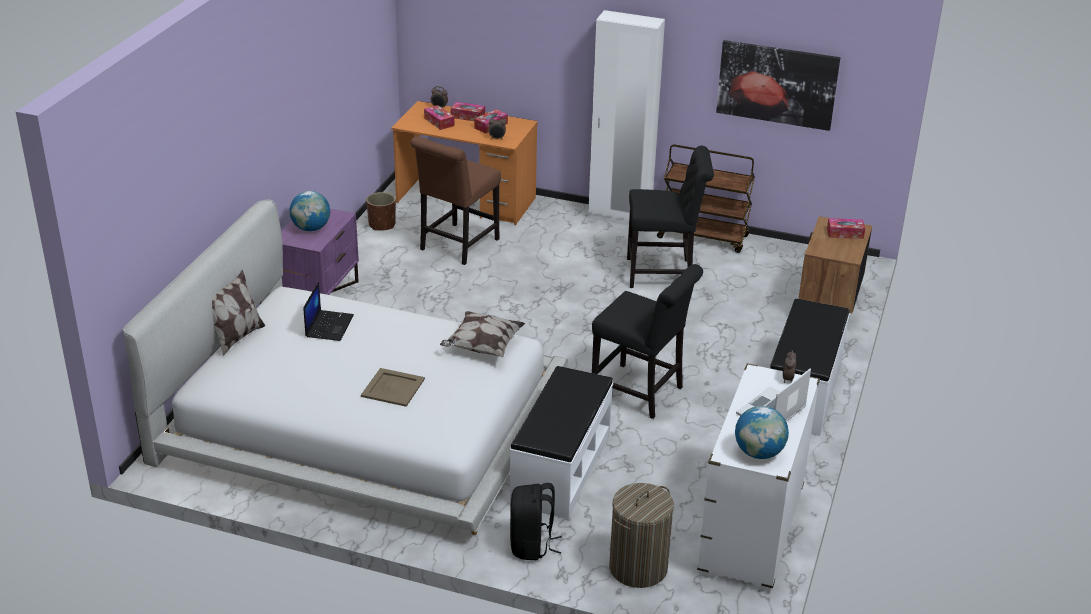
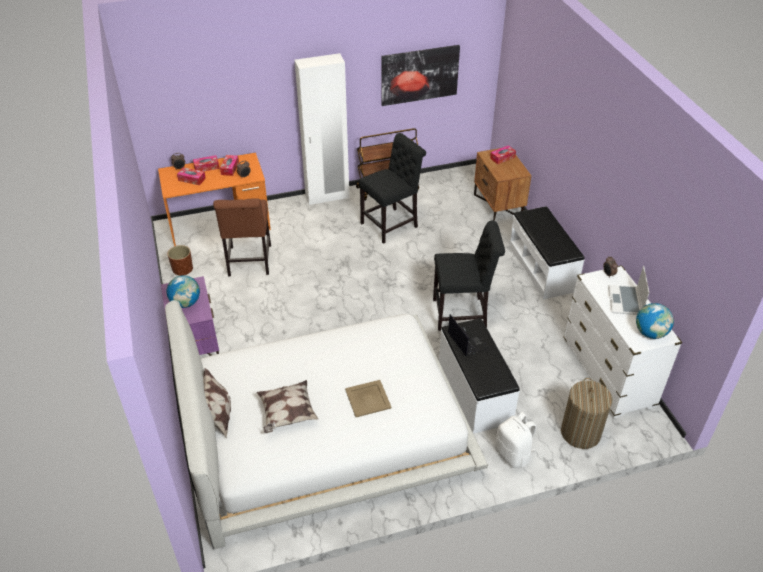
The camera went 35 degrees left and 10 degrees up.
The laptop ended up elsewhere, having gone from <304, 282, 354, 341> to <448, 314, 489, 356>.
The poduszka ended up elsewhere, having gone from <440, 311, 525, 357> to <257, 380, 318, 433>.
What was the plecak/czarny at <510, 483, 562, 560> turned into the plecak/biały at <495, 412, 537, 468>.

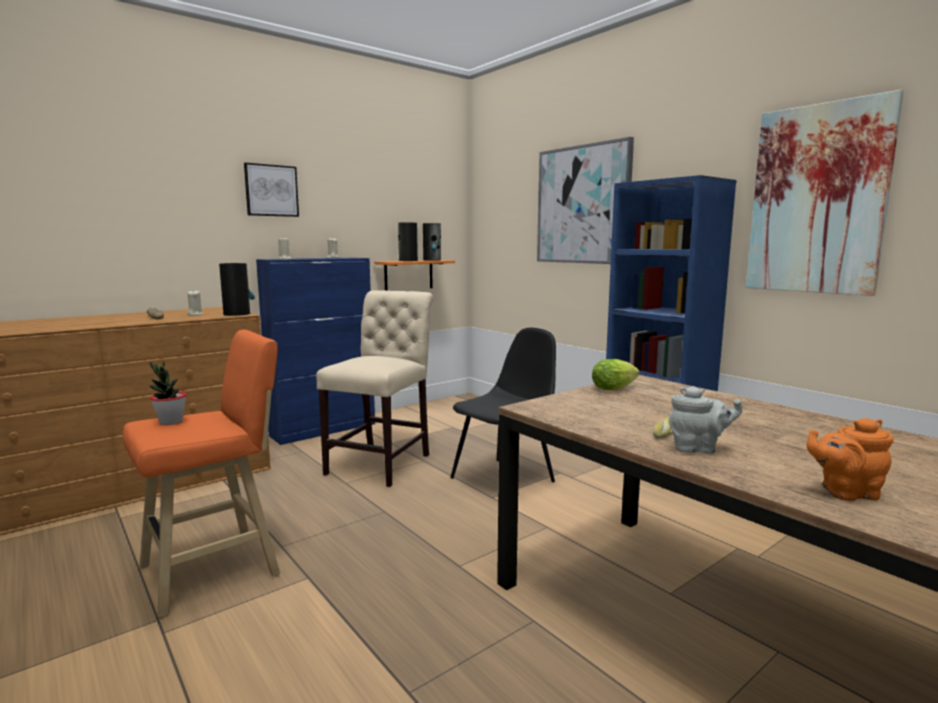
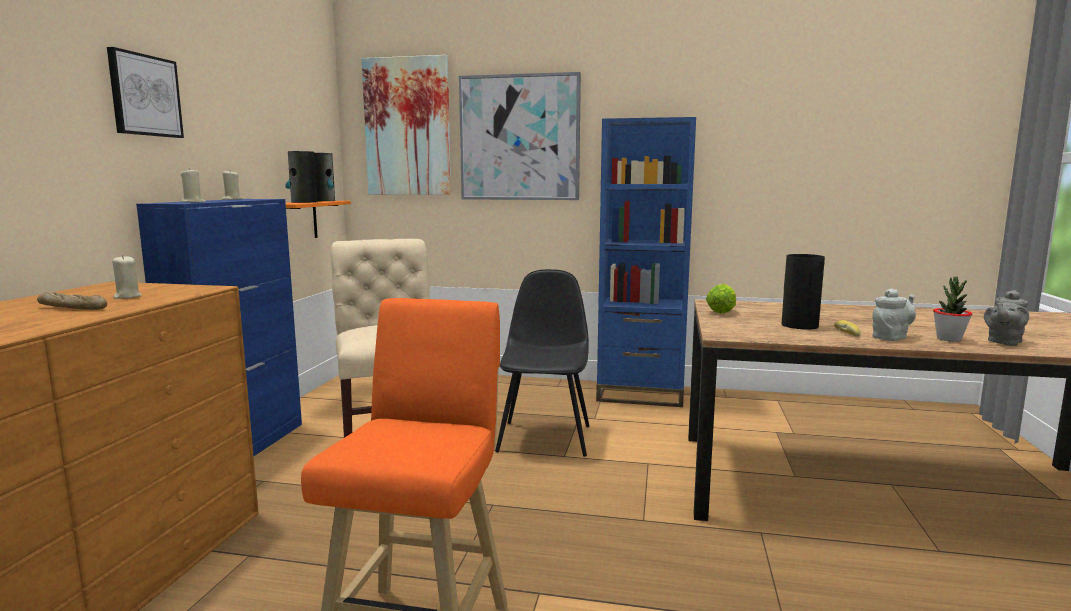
The camera went 40 degrees left and 0 degrees up.
The roślina doniczkowa ended up elsewhere, having gone from <149, 362, 186, 425> to <933, 277, 972, 342>.
The wazon ended up elsewhere, having gone from <219, 263, 255, 316> to <782, 254, 825, 330>.
The obraz ended up elsewhere, having gone from <746, 90, 904, 296> to <362, 55, 451, 195>.
What was the imbryk/pomarańczowy at <807, 418, 894, 501> turned into the imbryk/szary at <984, 290, 1029, 346>.

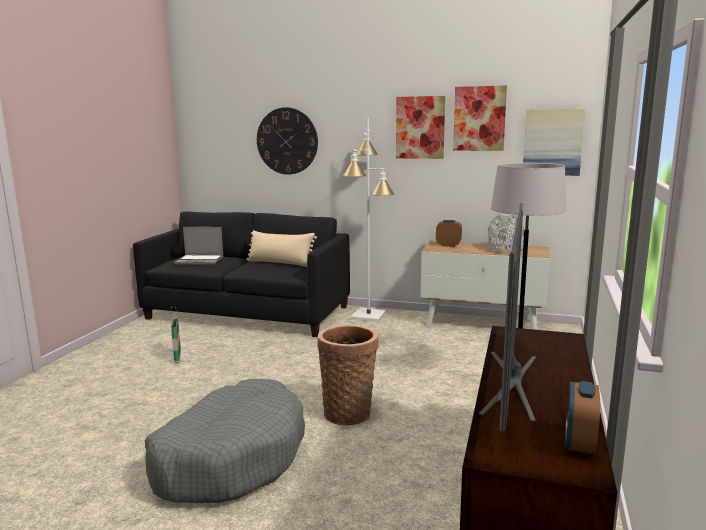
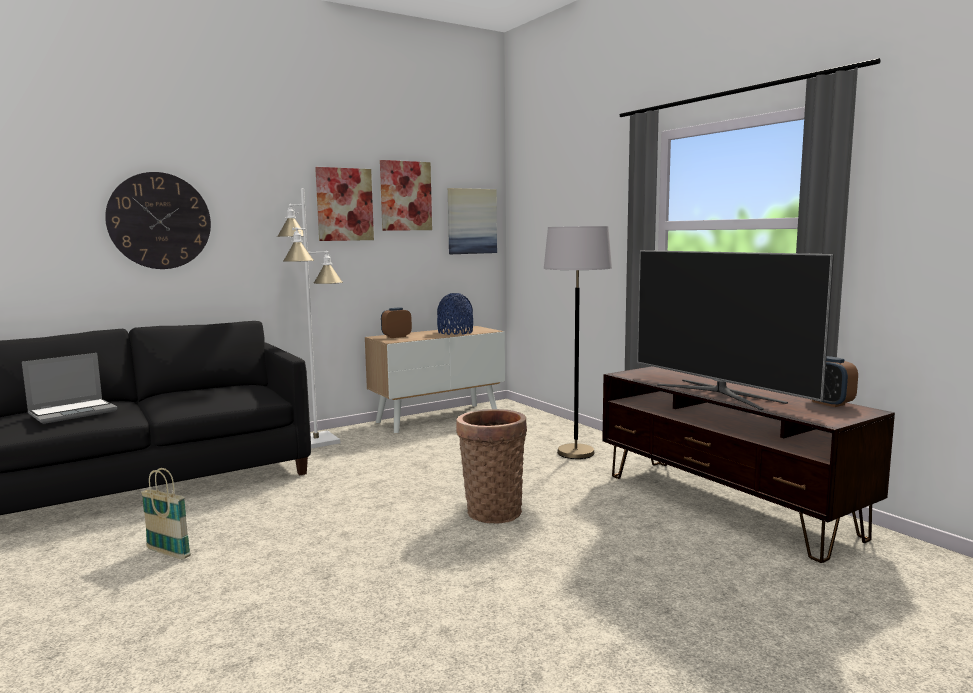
The camera went 50 degrees left and 5 degrees down.
The second view lost the legowisko/szary at <145, 379, 305, 503>.
The second view lost the poduszka/beżowy at <247, 230, 317, 267>.
What was the wazon/szary at <488, 213, 524, 254> turned into the wazon/niebieski at <437, 293, 473, 335>.

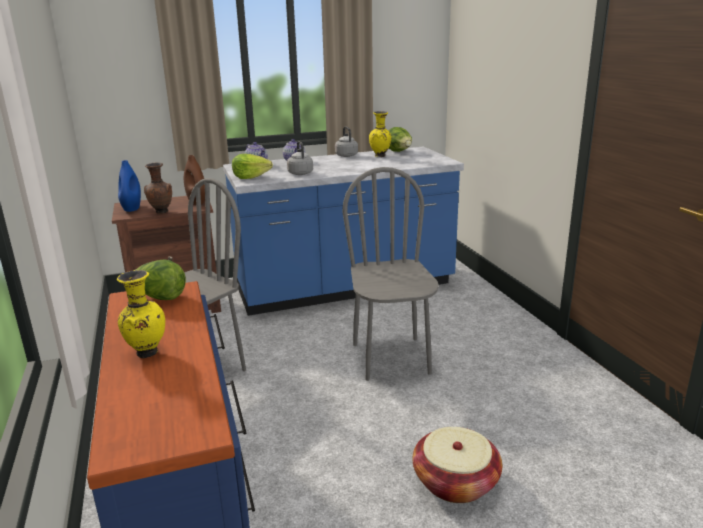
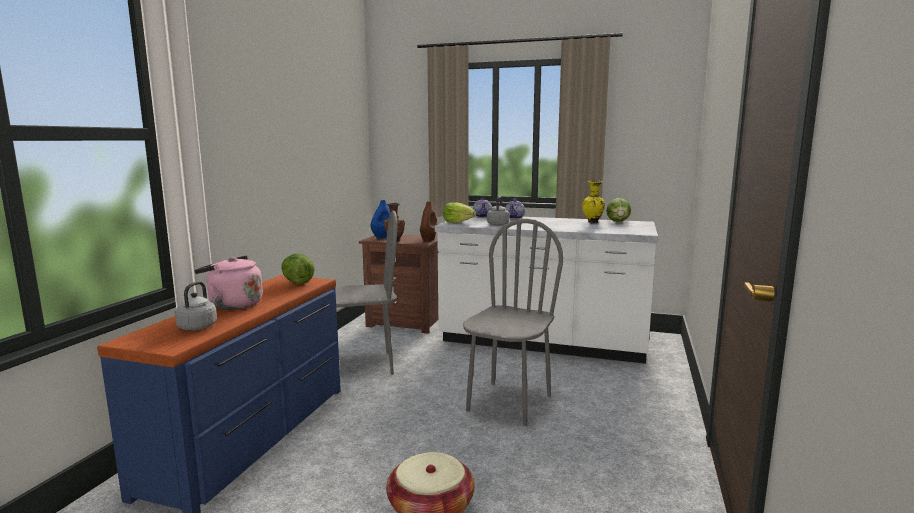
The camera went 35 degrees right and 10 degrees down.
Where the wazon/żółty stood at <117, 270, 165, 358>, the czajnik/różowy came to stand at <194, 255, 263, 310>.
What was the zabudowa kuchenna/niebieski at <223, 147, 464, 316> turned into the zabudowa kuchenna/biały at <435, 215, 658, 364>.
The czajnik/szary ended up elsewhere, having gone from <335, 126, 358, 157> to <175, 281, 218, 330>.

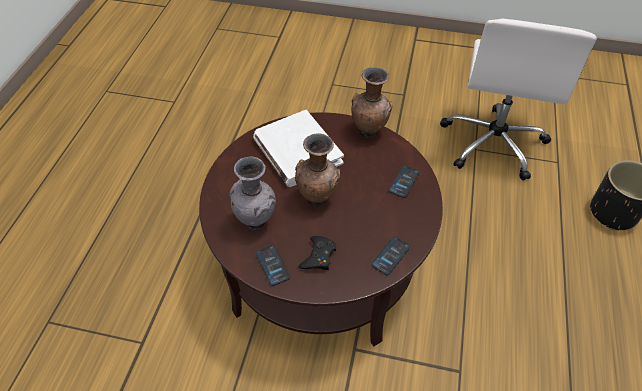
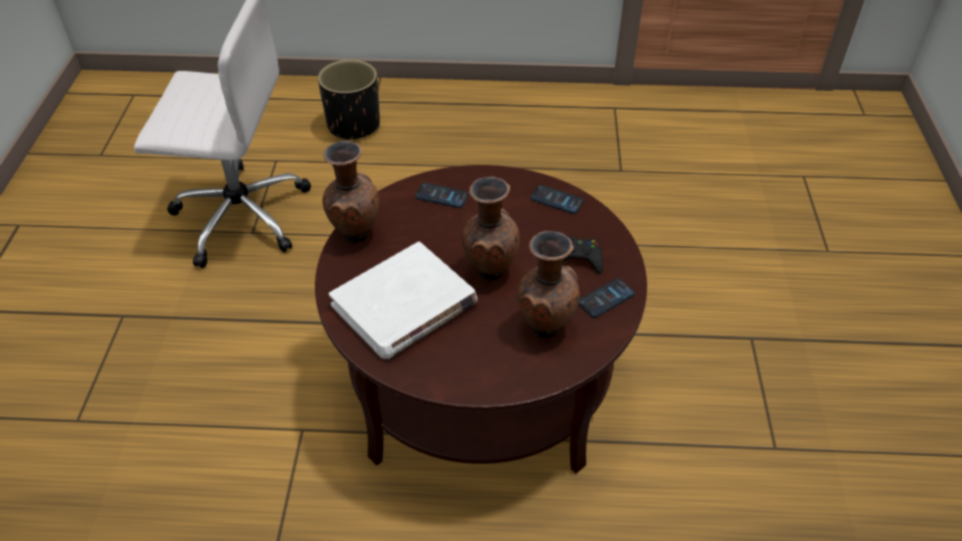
The camera went 100 degrees left and 5 degrees down.
What was the wazon/szary at <230, 156, 276, 230> turned into the wazon/brązowy at <517, 231, 580, 338>.

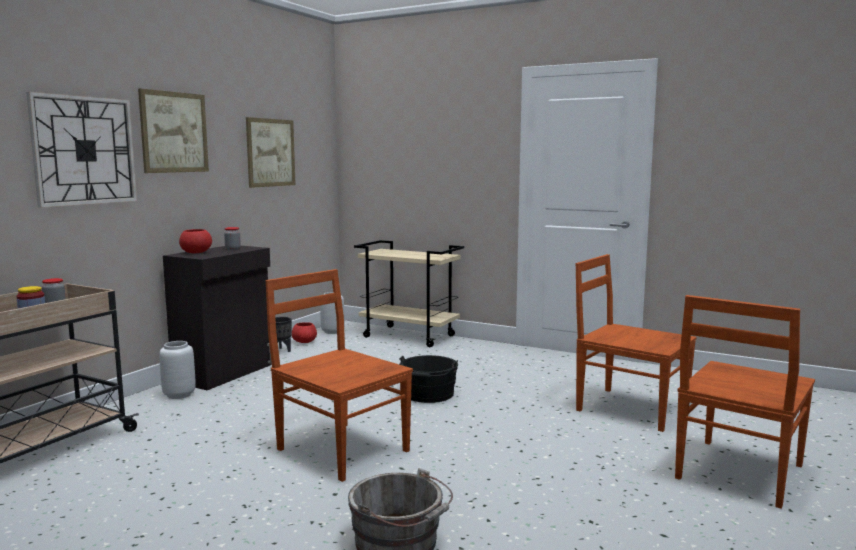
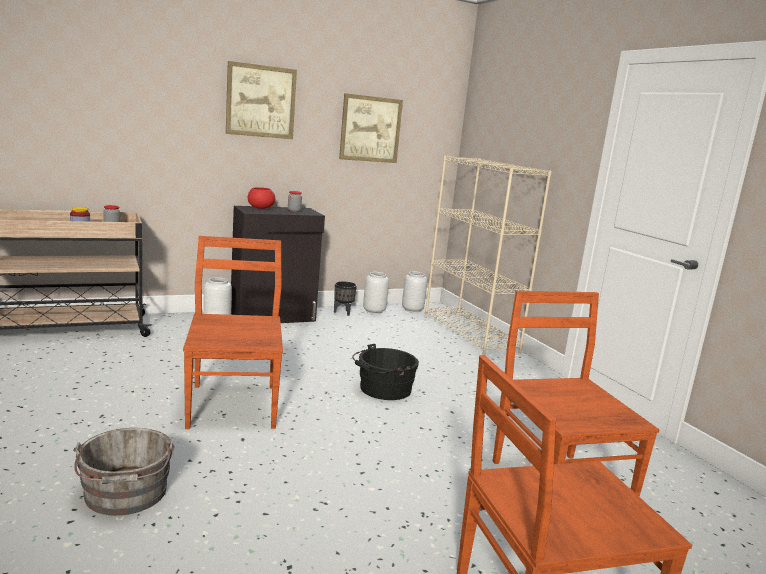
The camera went 35 degrees right and 5 degrees up.
The second view lost the zegar ścienny at <26, 92, 137, 208>.
Where the miska/czerwony stood at <292, 322, 317, 343>, the wazon/szary came to stand at <363, 272, 389, 314>.
Where the wózek/beżowy stood at <354, 240, 464, 347>, the regał/beżowy came to stand at <425, 156, 552, 355>.

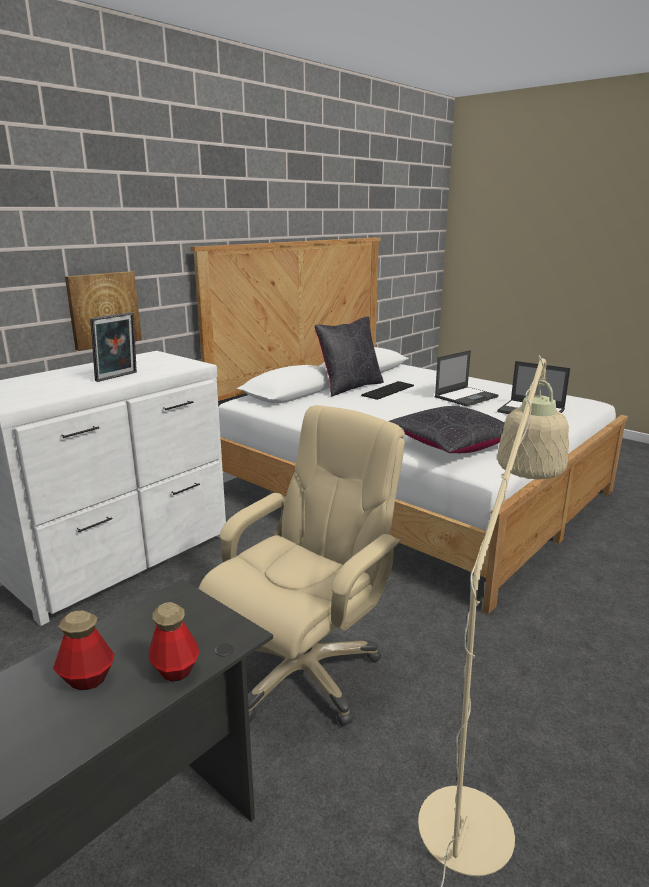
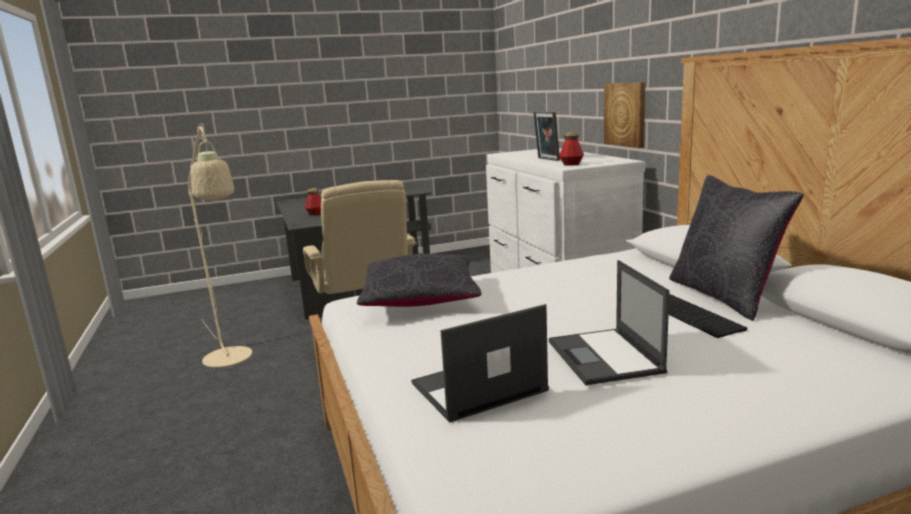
The camera went 120 degrees right and 5 degrees down.
The butelka ended up elsewhere, having gone from <149, 602, 199, 682> to <559, 132, 584, 166>.

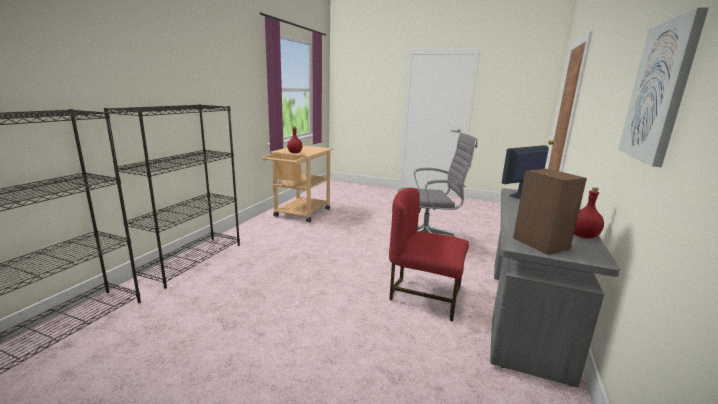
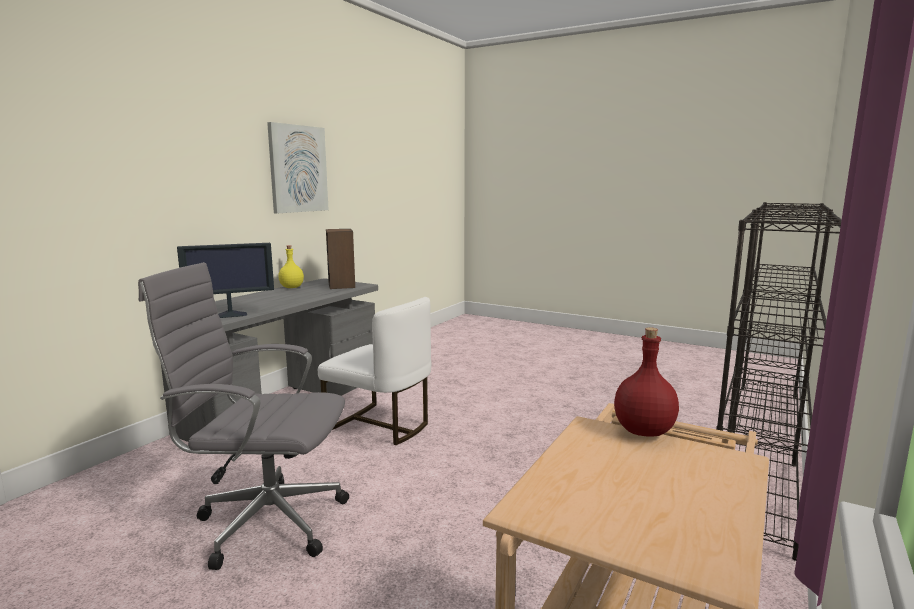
The camera went 170 degrees left and 5 degrees down.
What was the krzesło/czerwony at <389, 188, 469, 321> turned into the krzesło/biały at <318, 297, 431, 445>.
What was the butelka/czerwony at <574, 187, 604, 239> turned into the butelka/żółty at <278, 245, 304, 288>.

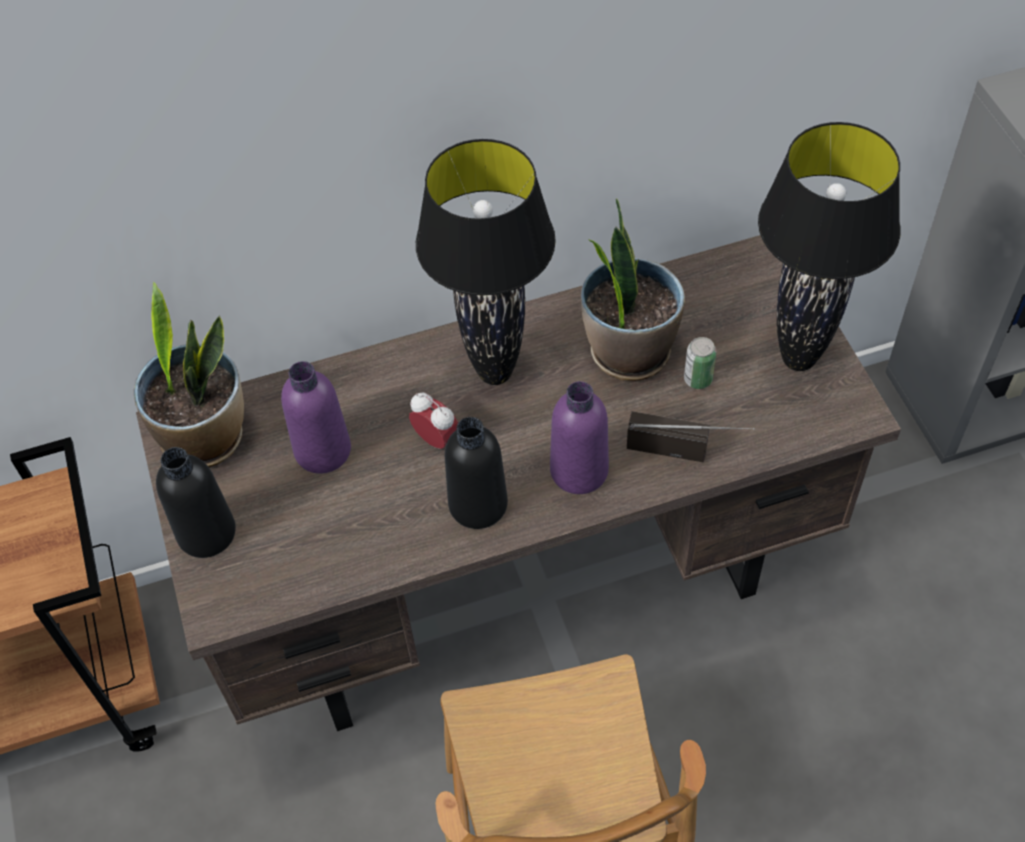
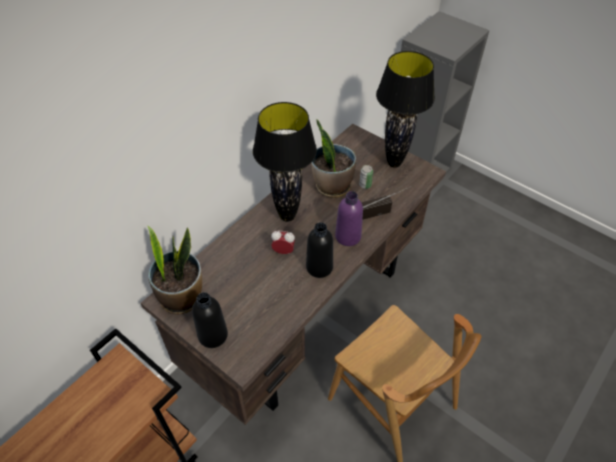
The camera went 35 degrees left and 5 degrees down.
The second view lost the butelka/fioletowy at <281, 361, 351, 474>.

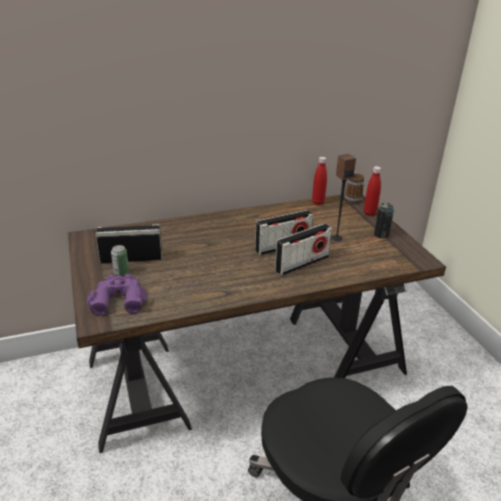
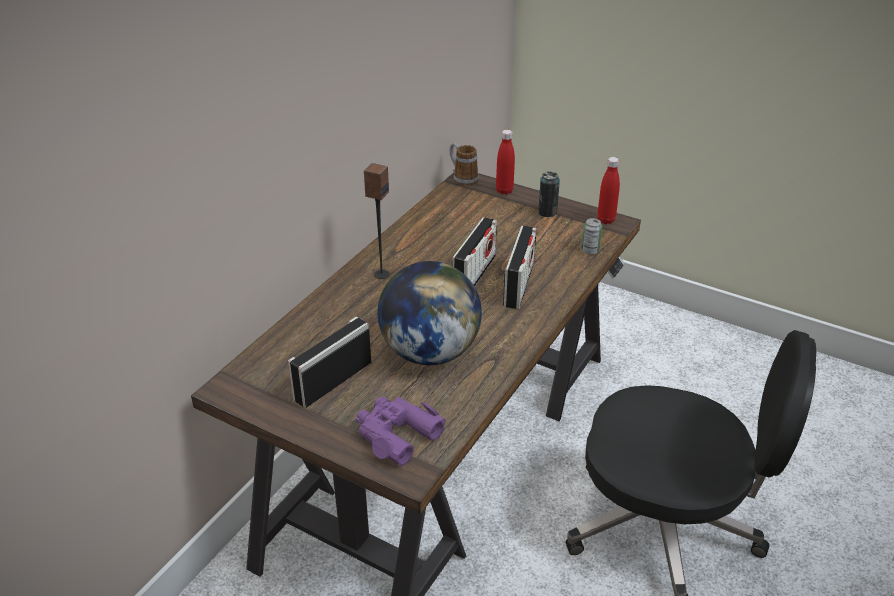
The camera went 40 degrees left and 5 degrees up.
The puszka ended up elsewhere, having gone from <111, 245, 129, 276> to <581, 218, 602, 255>.
The butelka/czerwony ended up elsewhere, having gone from <312, 157, 327, 205> to <597, 157, 620, 224>.
The głośnik ended up elsewhere, having gone from <331, 154, 356, 241> to <364, 163, 389, 279>.
The second view gained the globus at <378, 261, 482, 365>.

